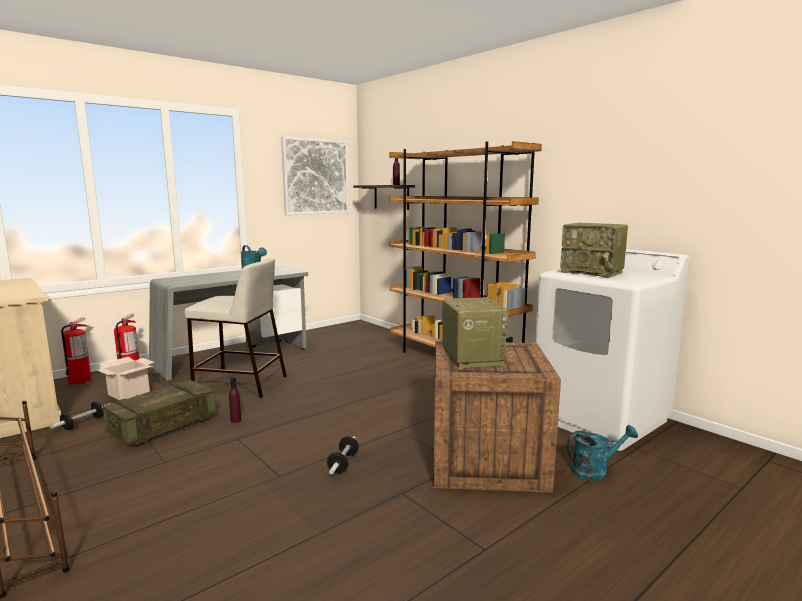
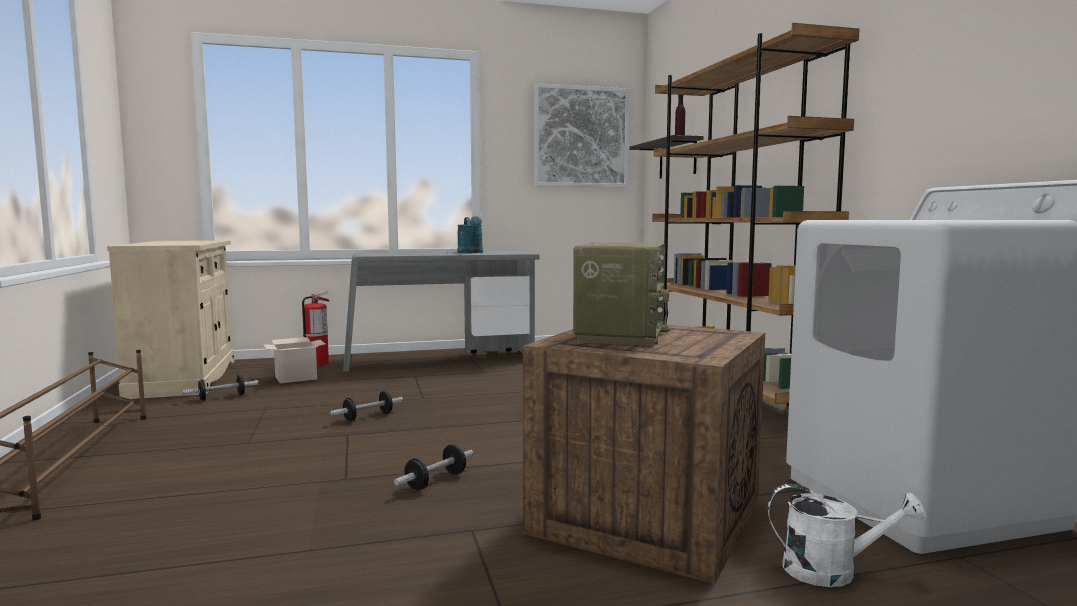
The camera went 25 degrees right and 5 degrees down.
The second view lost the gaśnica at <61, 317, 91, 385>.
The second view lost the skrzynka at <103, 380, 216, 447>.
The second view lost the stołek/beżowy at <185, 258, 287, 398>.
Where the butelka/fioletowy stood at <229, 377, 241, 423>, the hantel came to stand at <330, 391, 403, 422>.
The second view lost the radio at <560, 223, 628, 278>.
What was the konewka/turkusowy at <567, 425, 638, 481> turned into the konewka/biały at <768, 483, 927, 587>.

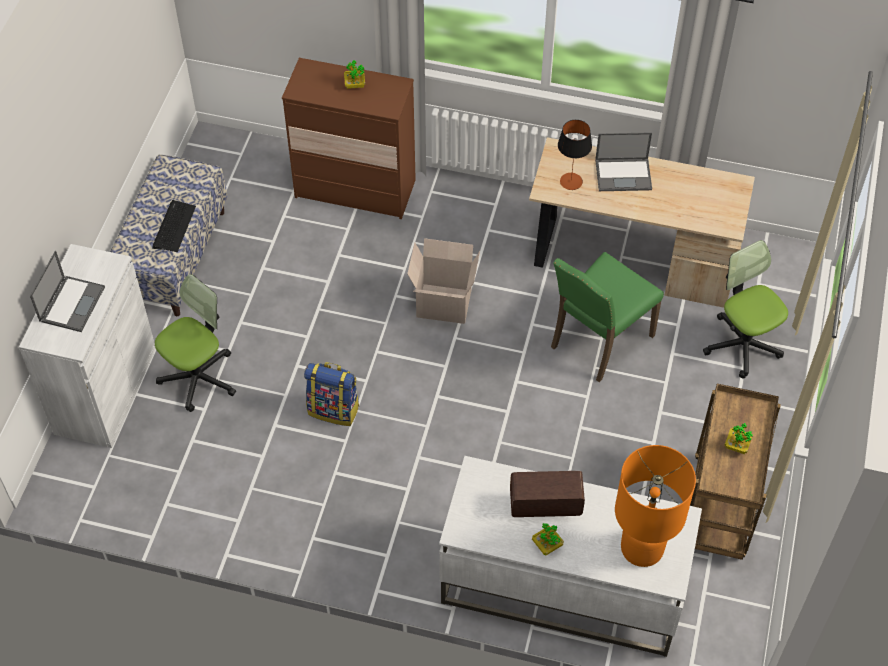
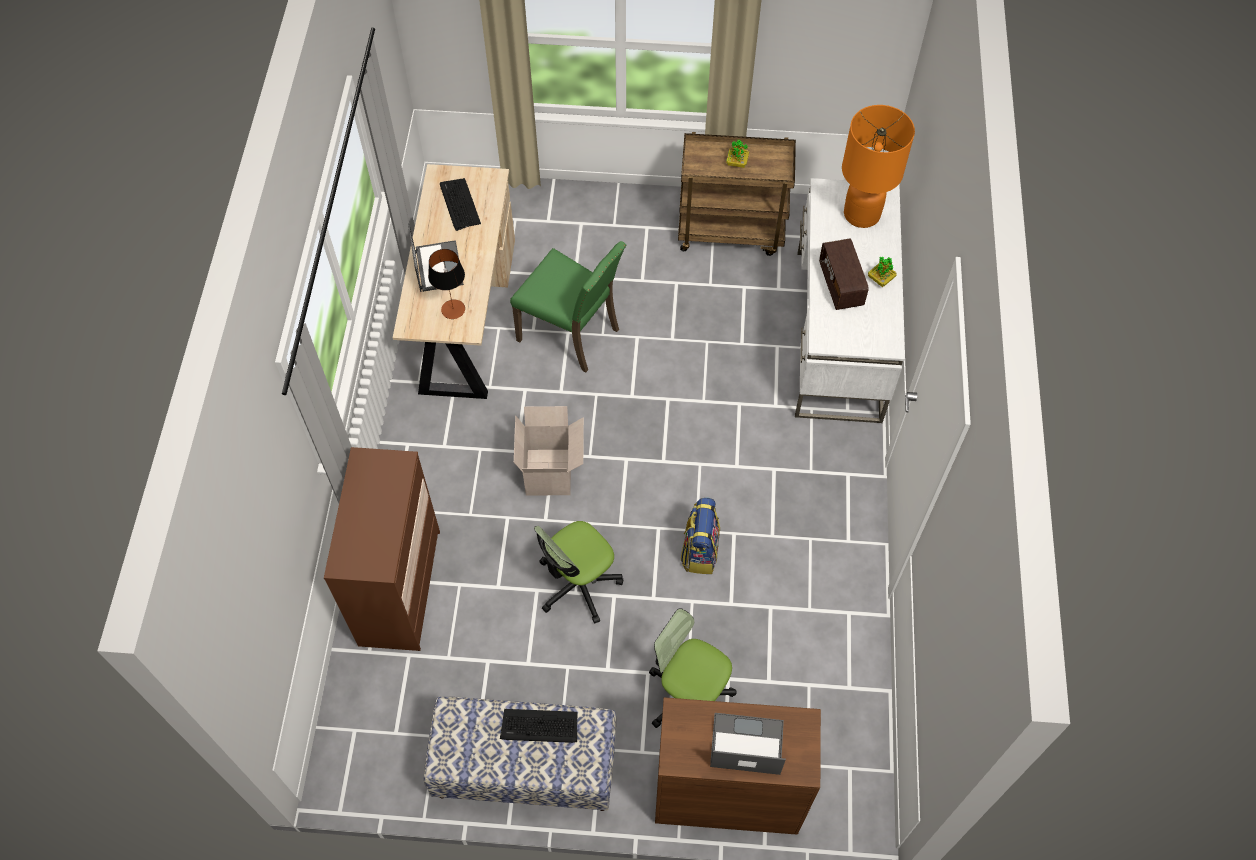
The camera went 100 degrees left and 5 degrees up.
What was the szafka/biały at <19, 244, 156, 448> turned into the szafka/brązowy at <655, 697, 821, 835>.
The second view lost the roślina doniczkowa at <344, 60, 365, 89>.
The krzesło biurowe ended up elsewhere, having gone from <703, 240, 788, 378> to <534, 521, 623, 624>.
The second view gained the klawiatura at <440, 178, 481, 231>.

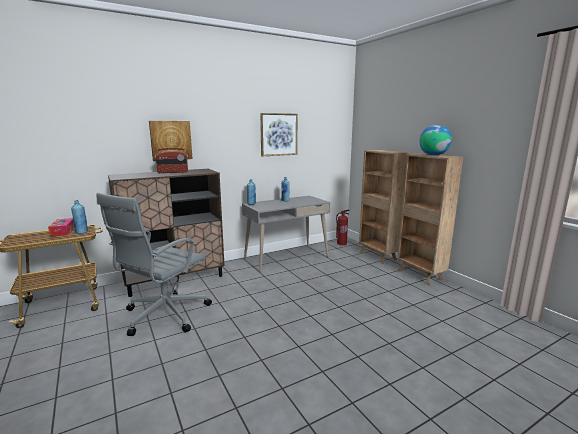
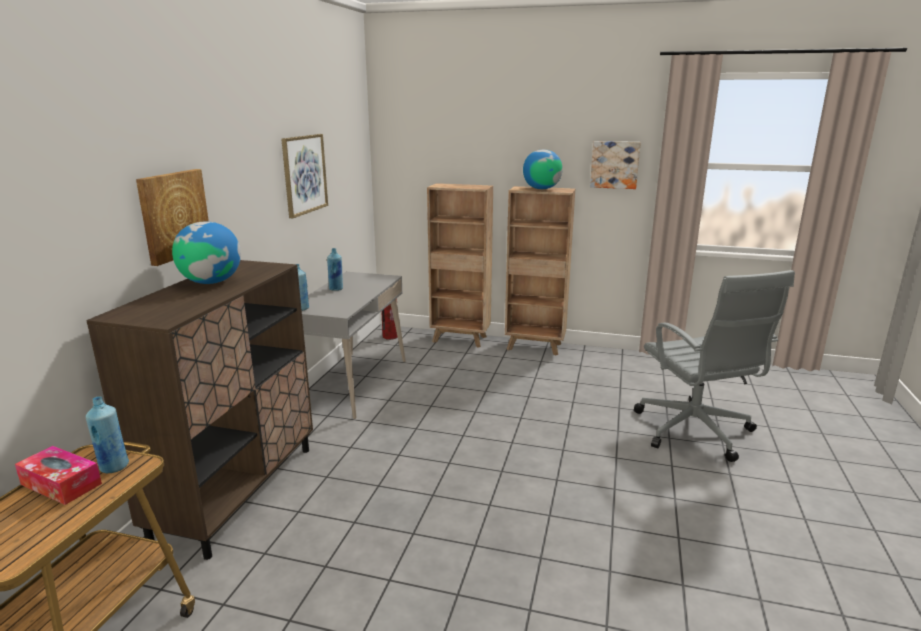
The camera went 45 degrees left and 5 degrees up.
The krzesło biurowe/szary ended up elsewhere, having gone from <96, 193, 212, 336> to <634, 270, 795, 462>.
Where the radio stood at <155, 148, 188, 173>, the globus came to stand at <172, 222, 241, 284>.
The second view gained the obraz at <590, 141, 641, 189>.

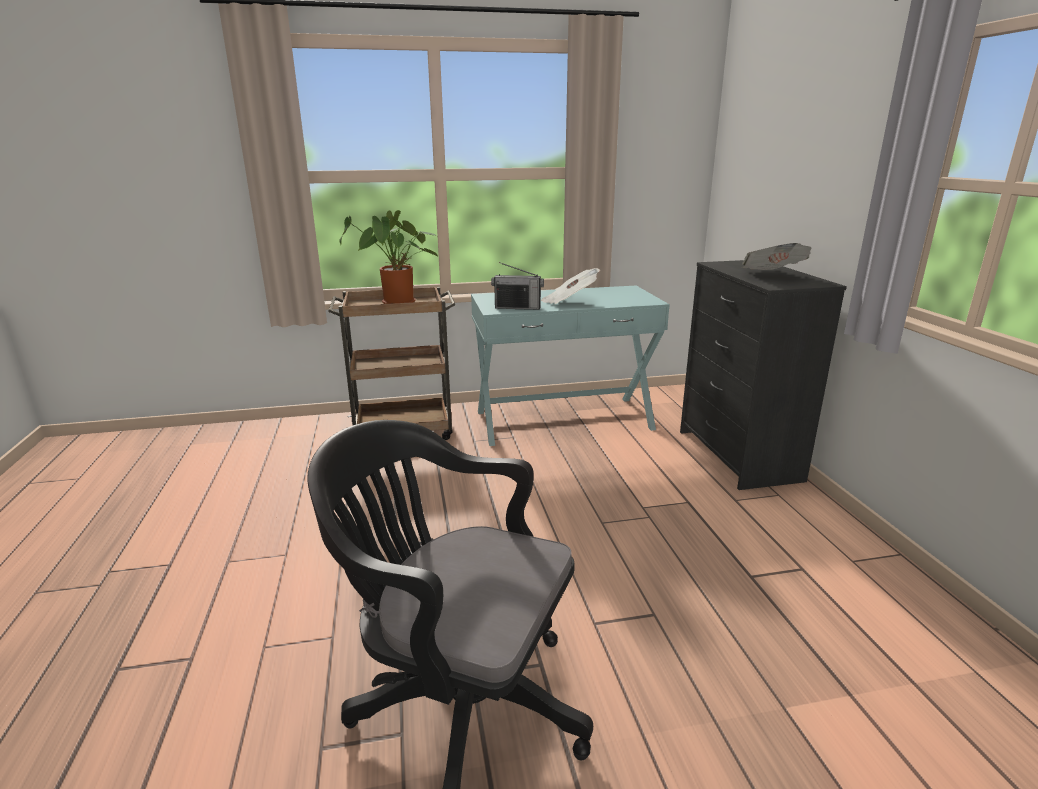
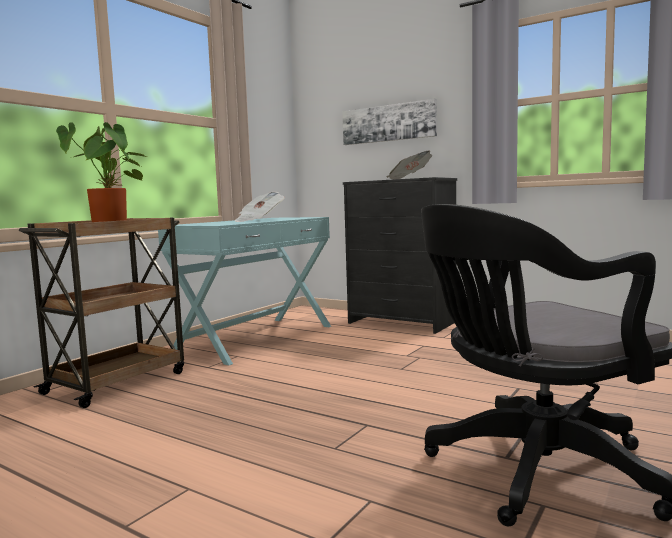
The camera went 45 degrees left and 15 degrees down.
The second view lost the radio at <491, 262, 544, 310>.
The second view gained the obraz at <342, 99, 437, 145>.

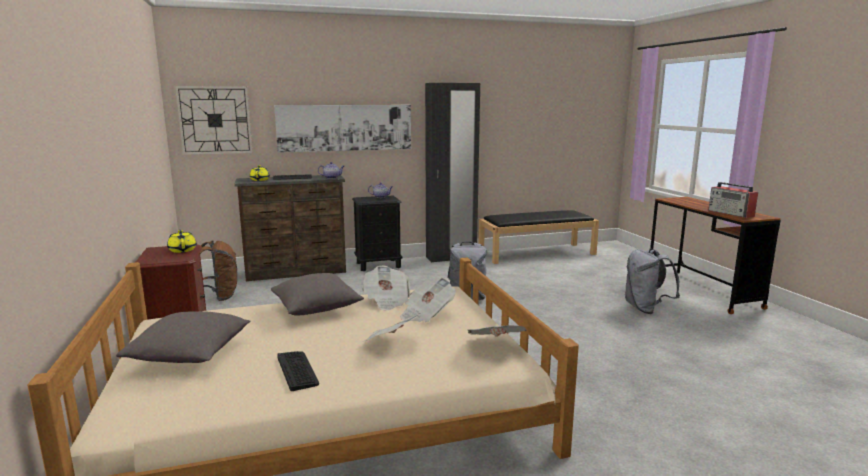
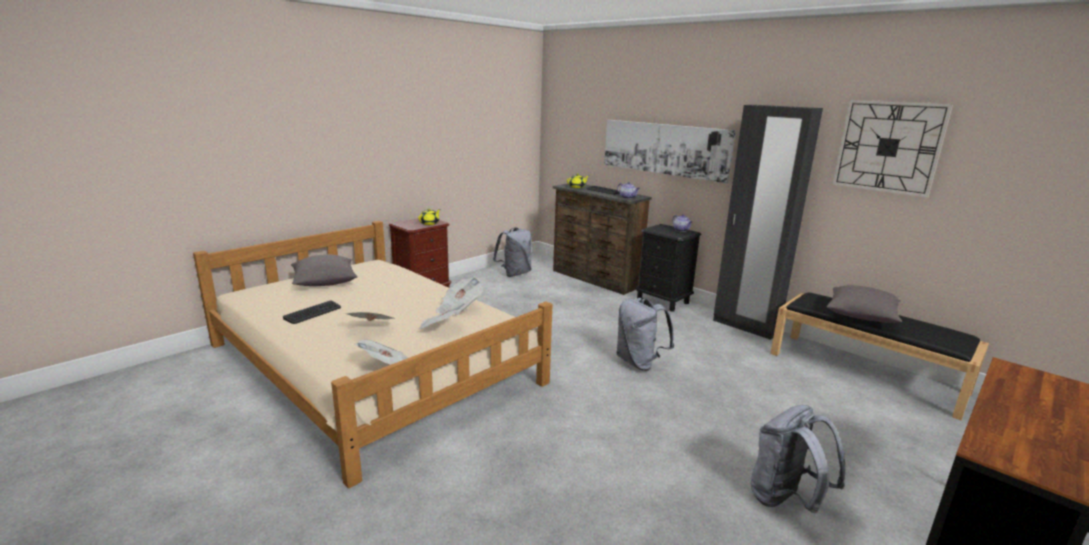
The camera went 60 degrees right and 5 degrees up.
The zegar ścienny ended up elsewhere, having gone from <175, 86, 253, 155> to <832, 100, 953, 198>.
What was the plecak/brązowy at <200, 240, 237, 301> turned into the plecak/szary at <493, 227, 532, 277>.
The poduszka/szary ended up elsewhere, having gone from <271, 273, 364, 316> to <827, 285, 902, 323>.
The second view lost the radio at <709, 182, 758, 218>.

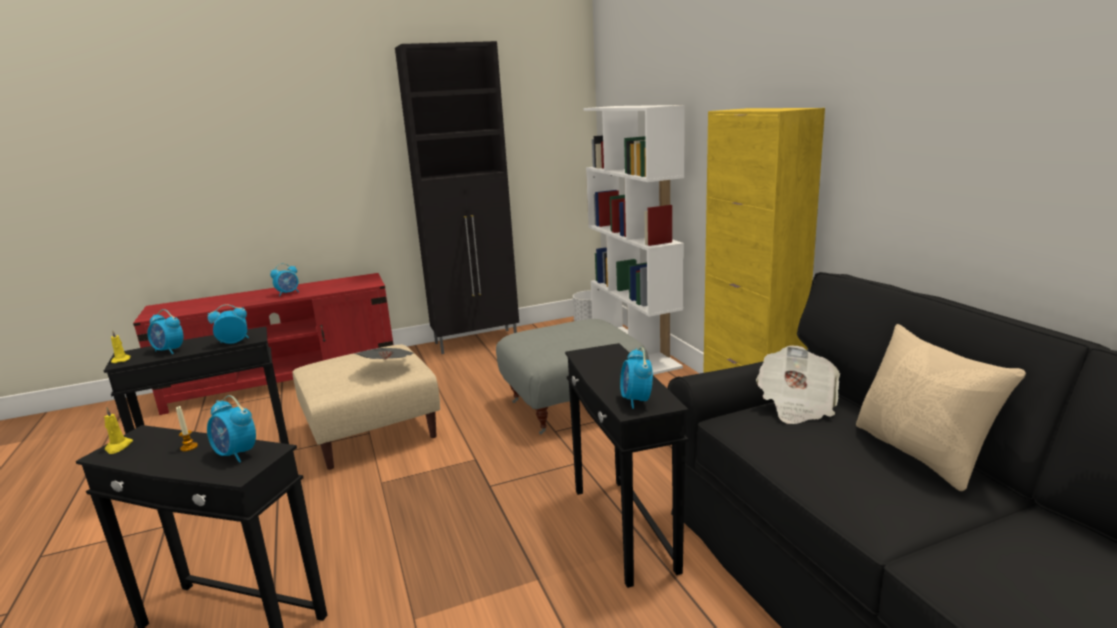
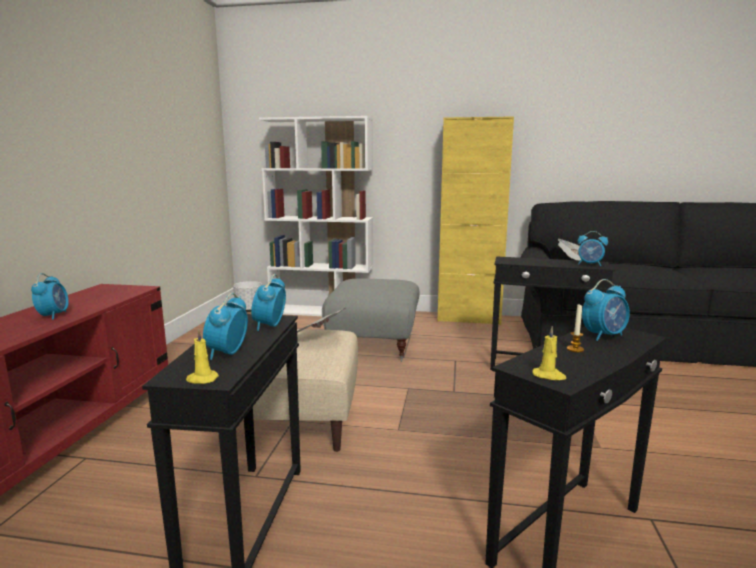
The camera went 60 degrees left and 5 degrees down.
The budzik at <147, 309, 183, 354> ended up facing another way, 135 degrees clockwise from before.
The second view lost the szafka/czarny at <395, 41, 519, 354>.
The second view lost the poduszka/beżowy at <856, 324, 1026, 491>.

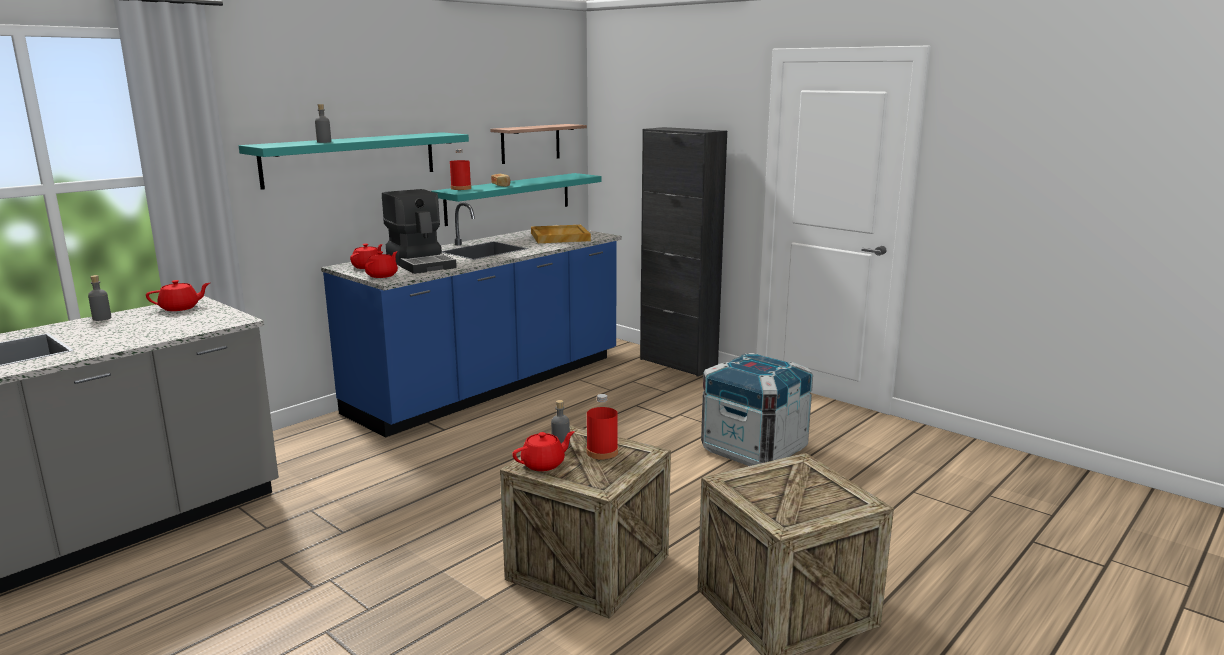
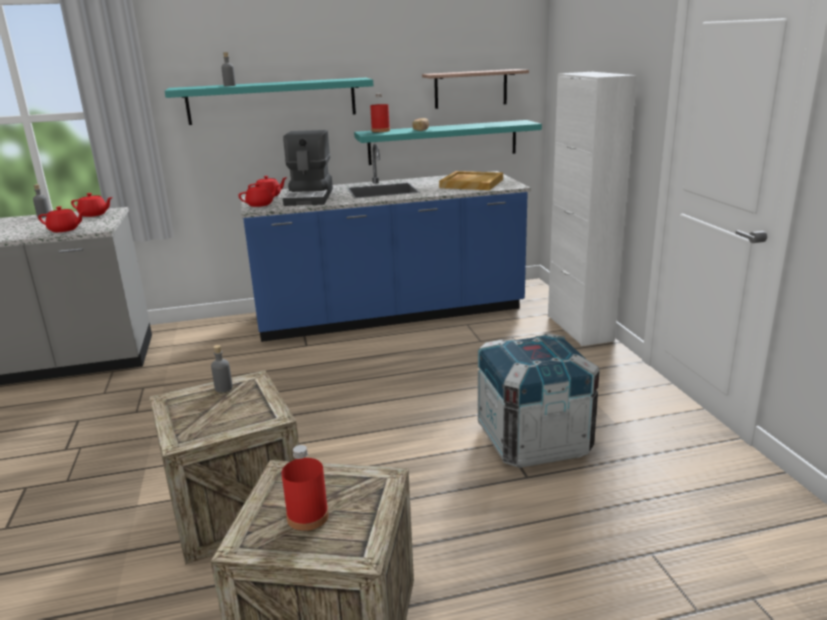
The camera went 35 degrees right and 5 degrees up.
The imbryk/czerwony ended up elsewhere, having gone from <512, 431, 575, 471> to <38, 206, 85, 232>.
The butelka/czerwony ended up elsewhere, having gone from <587, 394, 618, 460> to <282, 445, 329, 531>.
What was the szafka/czarny at <640, 127, 727, 377> turned into the szafka/biały at <548, 72, 637, 346>.

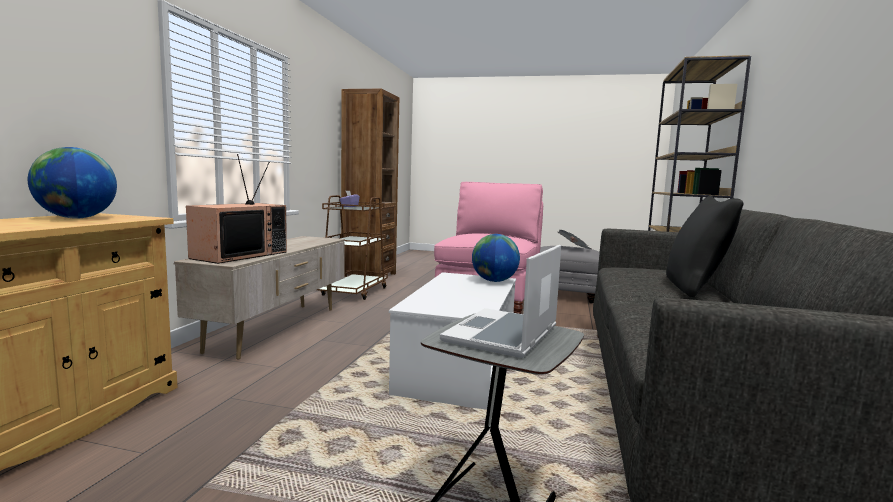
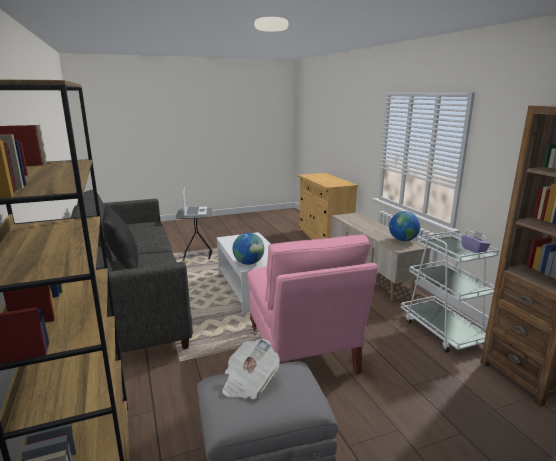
The camera went 145 degrees right and 10 degrees up.
The globus ended up elsewhere, having gone from <28, 147, 117, 219> to <389, 211, 420, 241>.
The second view lost the telewizor at <186, 154, 287, 264>.
What was the wózek/brązowy at <317, 195, 388, 300> turned into the wózek/biały at <401, 230, 499, 353>.

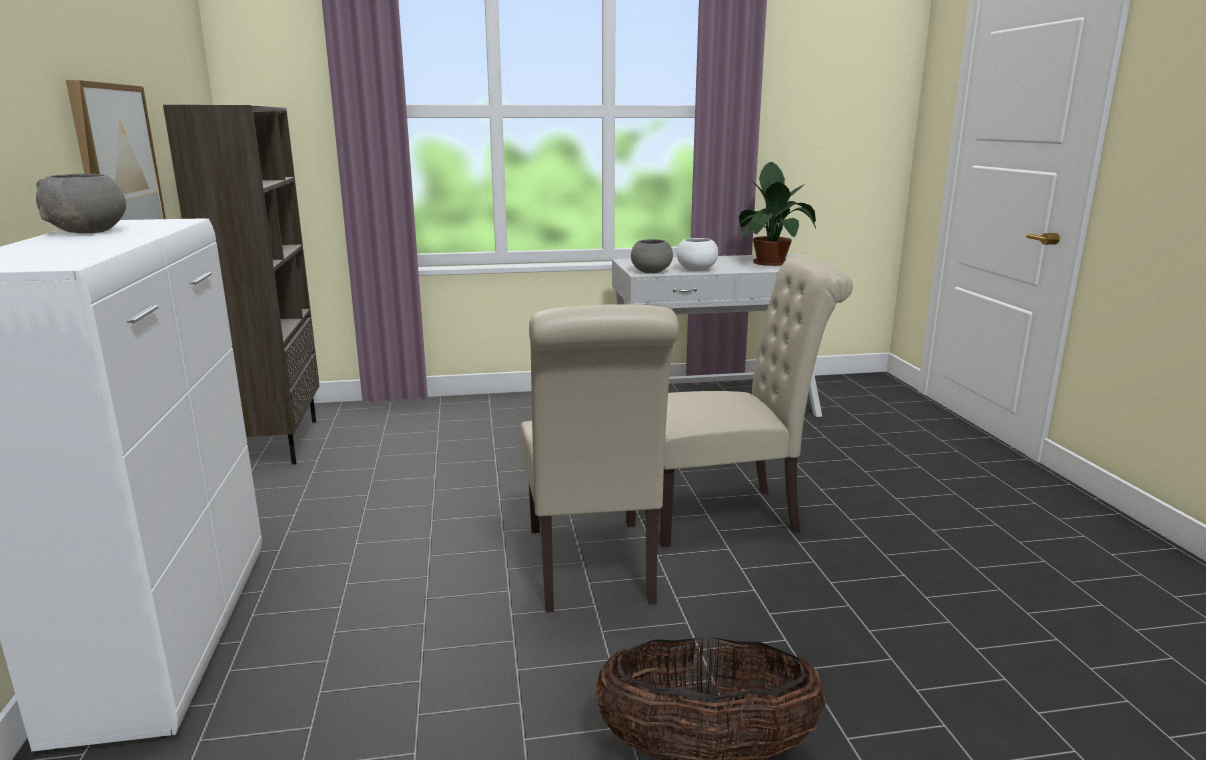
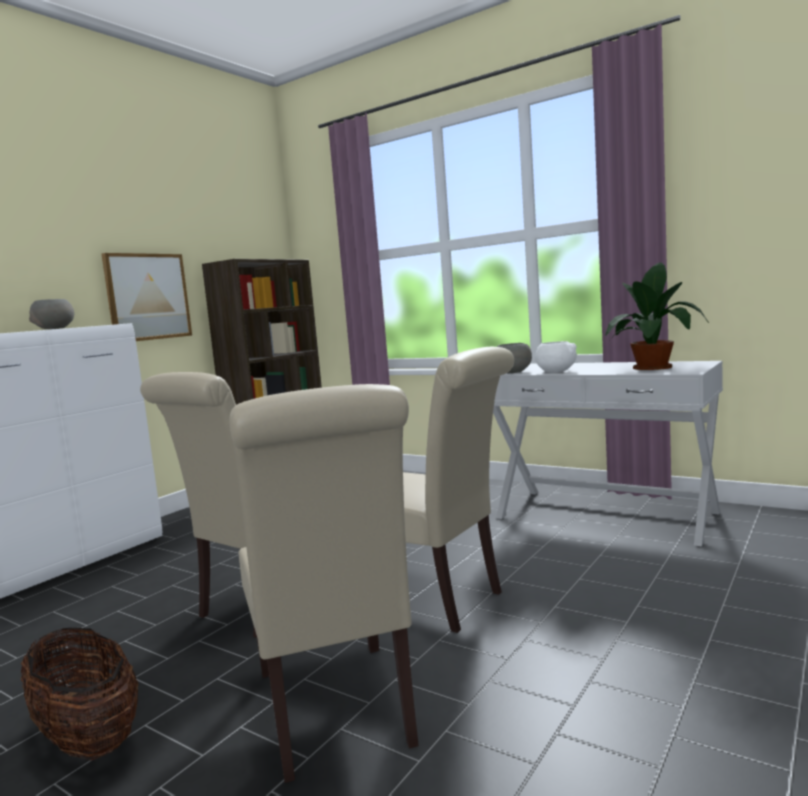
The camera went 45 degrees right and 10 degrees down.
The second view gained the krzesło/beżowy at <229, 384, 419, 783>.

